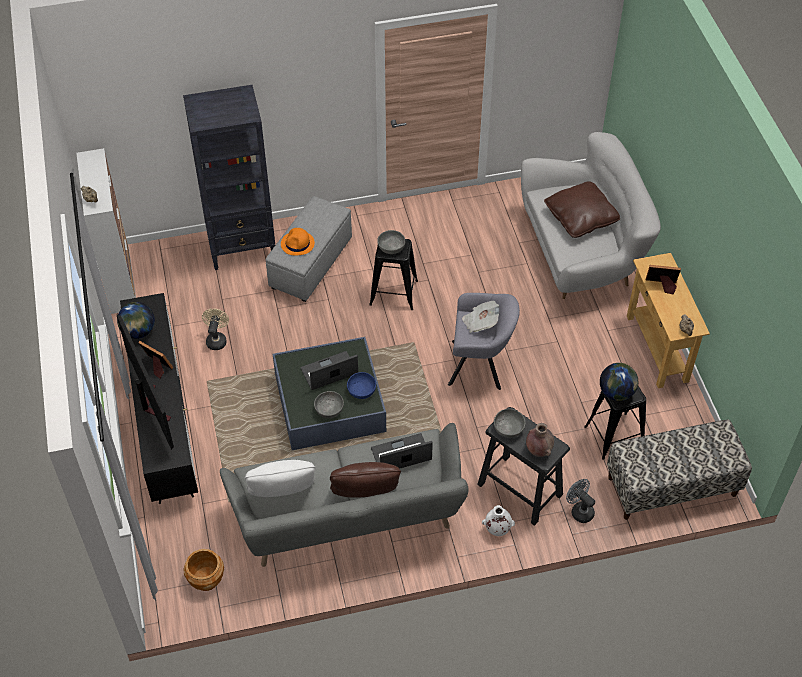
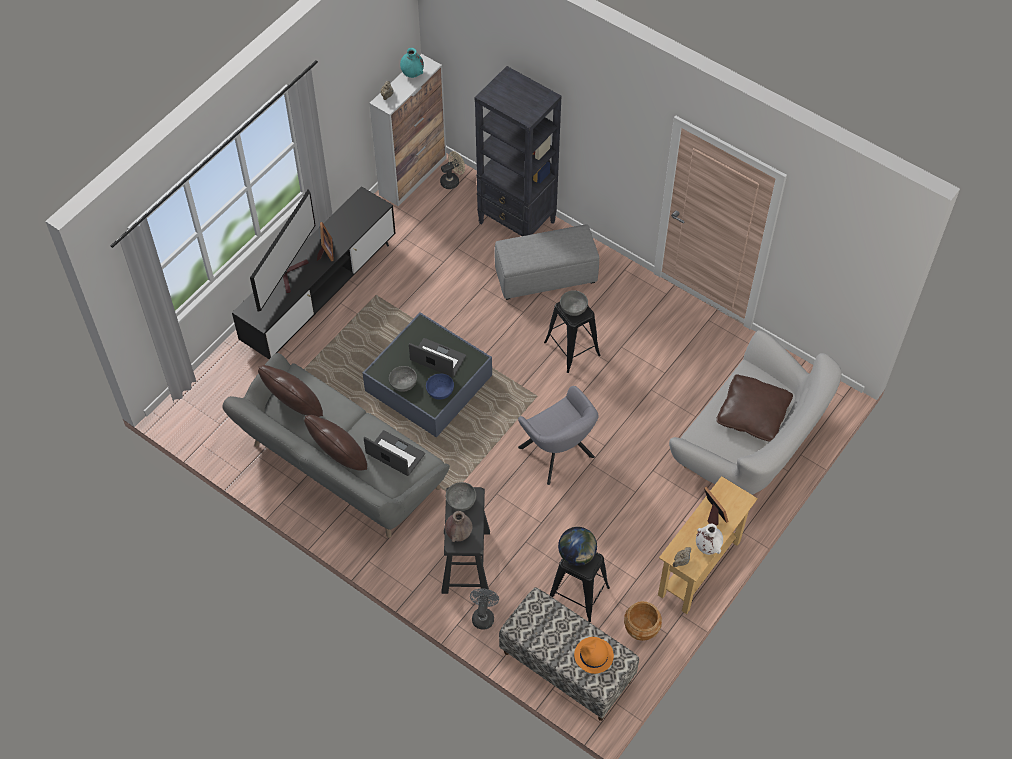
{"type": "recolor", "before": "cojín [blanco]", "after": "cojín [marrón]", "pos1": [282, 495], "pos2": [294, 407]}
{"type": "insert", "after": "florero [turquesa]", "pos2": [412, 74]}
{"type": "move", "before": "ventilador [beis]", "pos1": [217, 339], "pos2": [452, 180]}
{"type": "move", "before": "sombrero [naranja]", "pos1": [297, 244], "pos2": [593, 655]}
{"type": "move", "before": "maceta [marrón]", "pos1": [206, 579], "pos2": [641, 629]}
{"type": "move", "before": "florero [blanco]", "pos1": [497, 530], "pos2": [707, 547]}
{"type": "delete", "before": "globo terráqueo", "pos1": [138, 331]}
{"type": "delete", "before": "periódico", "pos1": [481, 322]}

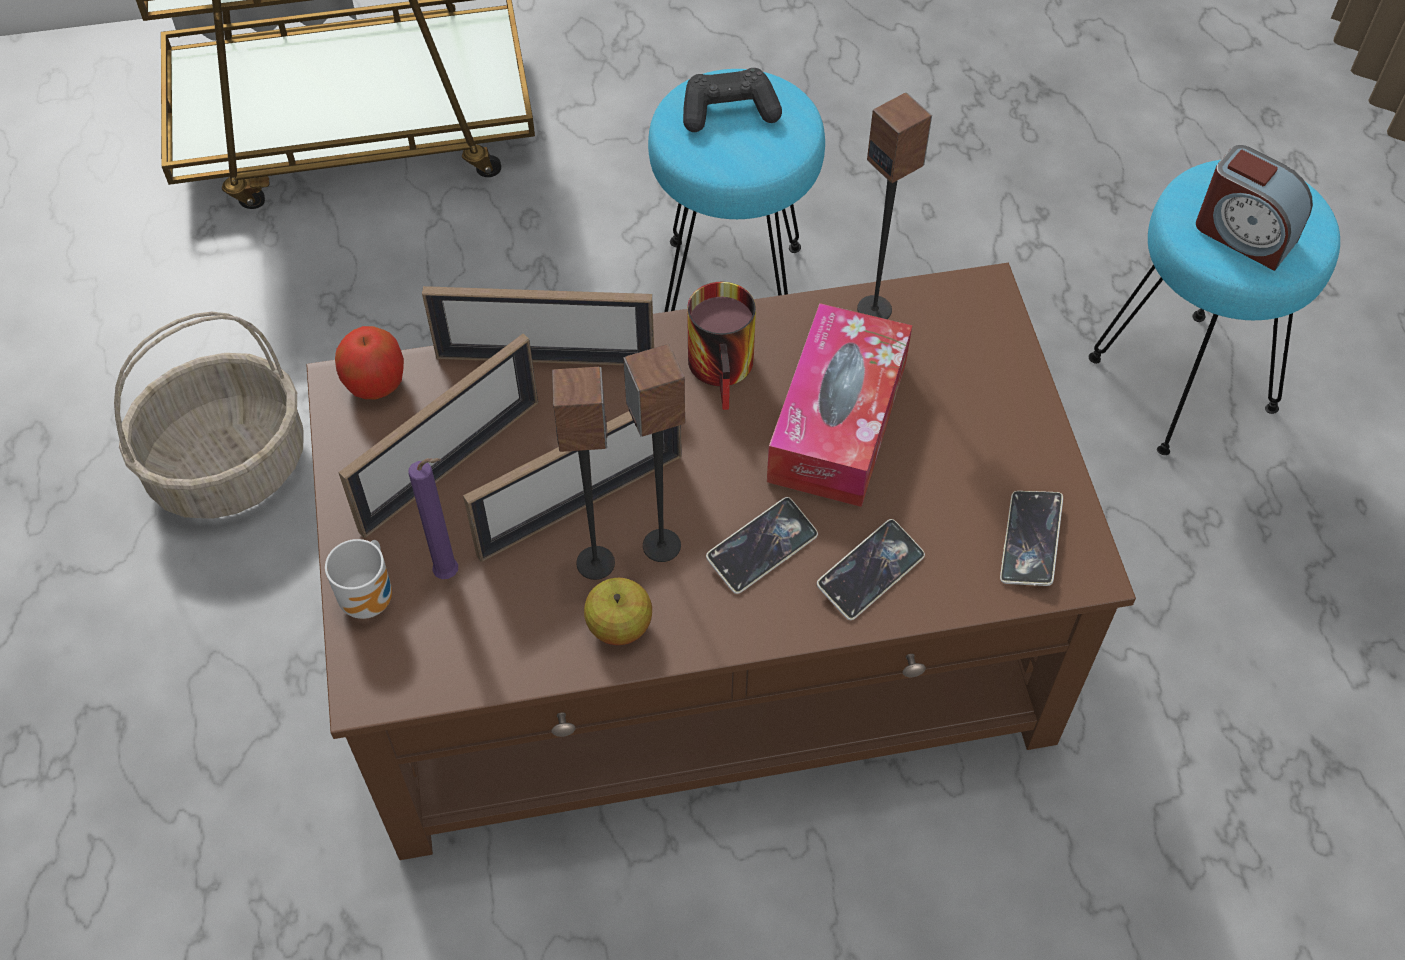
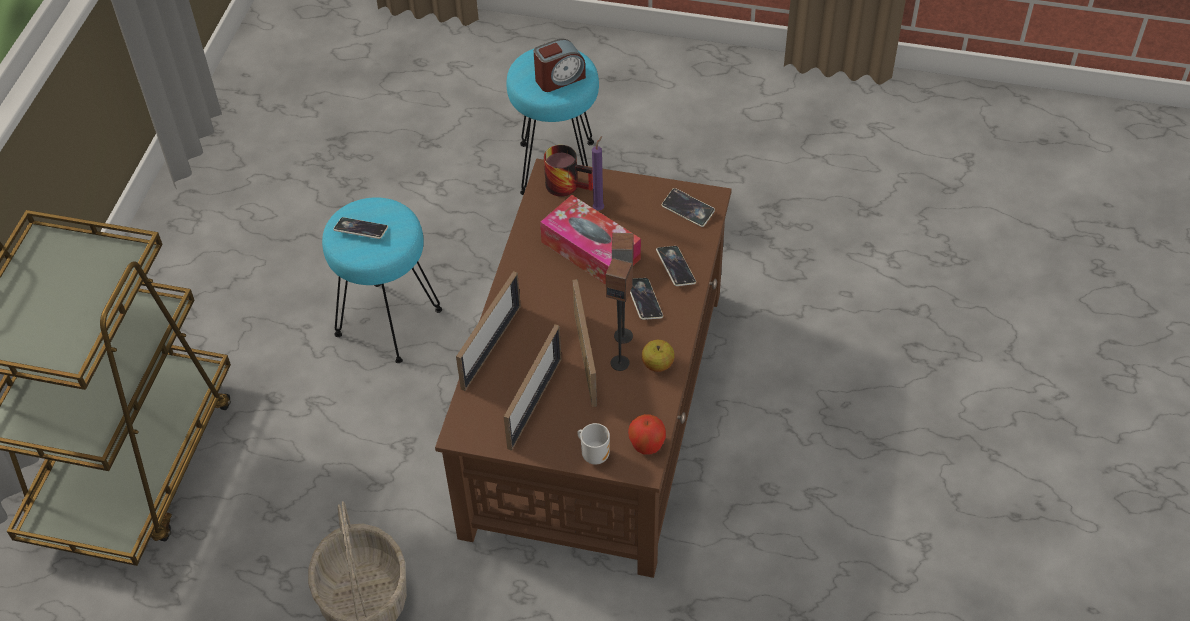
{"type": "replace", "before": "mando de consola [negro]", "after": "móvil", "pos1": [729, 111], "pos2": [361, 230]}
{"type": "rotate", "before": "portarretratos", "pos1": [450, 466], "pos2": [534, 403], "turn": 45}
{"type": "move", "before": "taza grande", "pos1": [728, 369], "pos2": [568, 183]}
{"type": "move", "before": "vela [morado]", "pos1": [451, 574], "pos2": [599, 208]}
{"type": "move", "before": "manzana", "pos1": [376, 384], "pos2": [647, 444]}
{"type": "delete", "before": "altavoz", "pos1": [875, 309]}

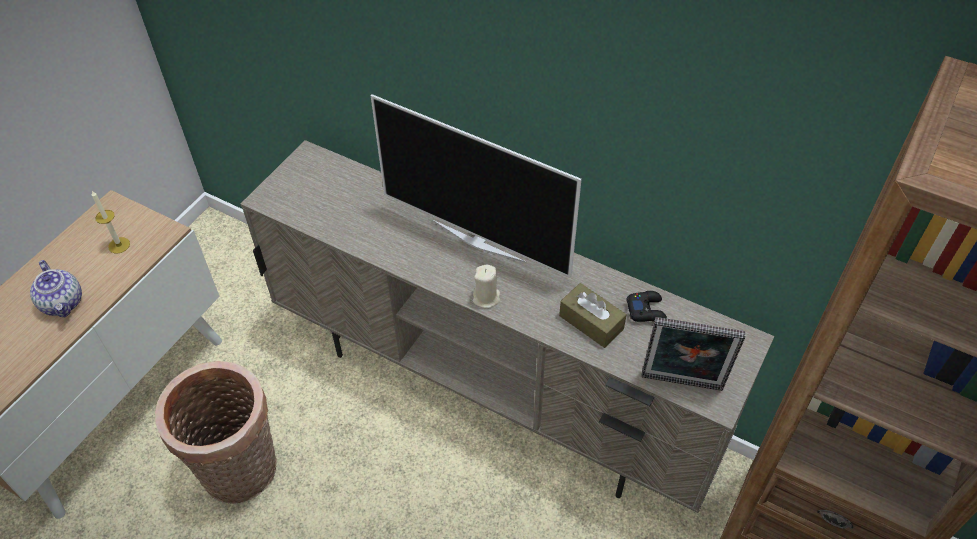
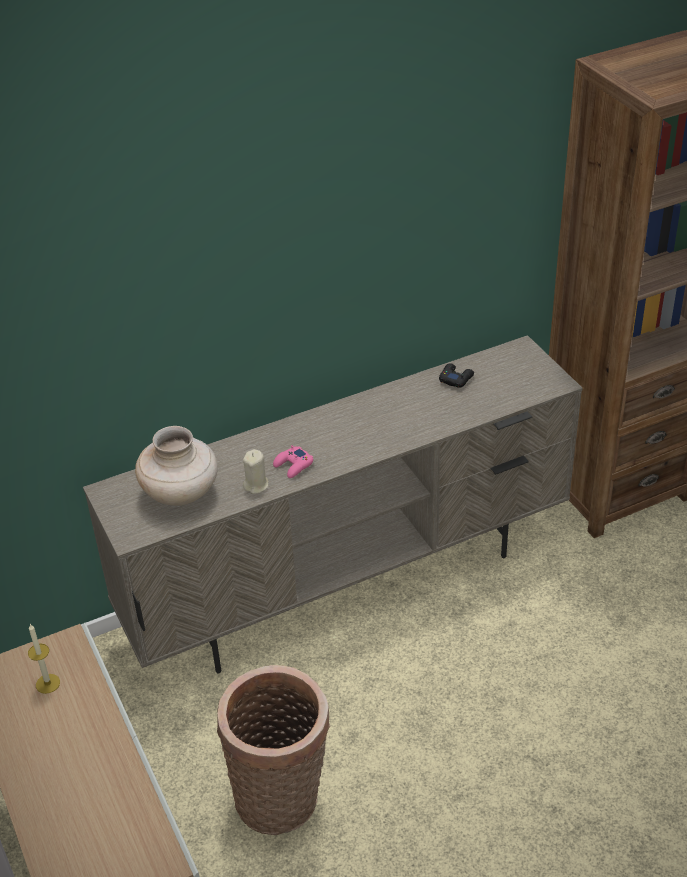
{"type": "insert", "after": "florero [beis]", "pos2": [181, 494]}
{"type": "move", "before": "vela [beis]", "pos1": [486, 298], "pos2": [256, 485]}
{"type": "insert", "after": "mando de consola [rosa]", "pos2": [293, 465]}
{"type": "delete", "before": "tetera", "pos1": [63, 303]}
{"type": "delete", "before": "televisor", "pos1": [479, 240]}
{"type": "delete", "before": "caja de pañuelos [marrón]", "pos1": [591, 322]}
{"type": "delete", "before": "portarretratos", "pos1": [681, 385]}

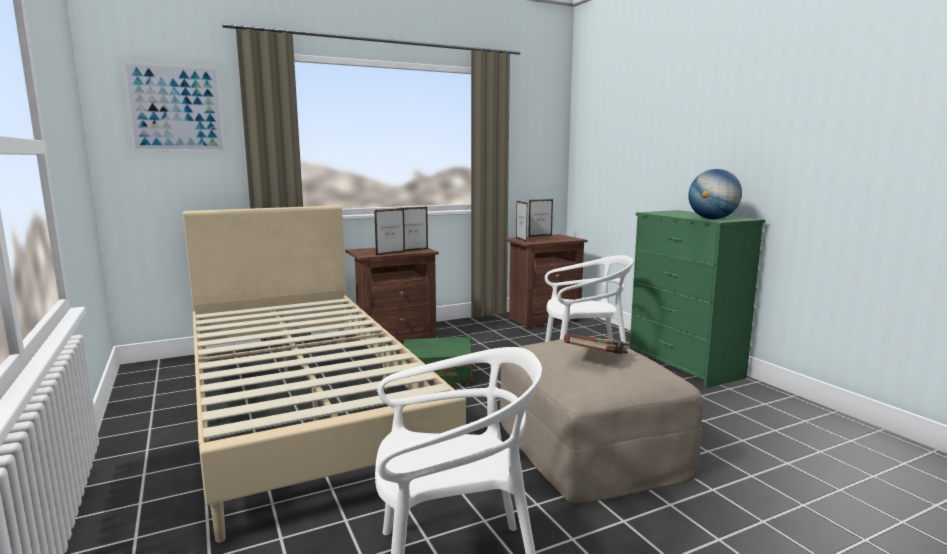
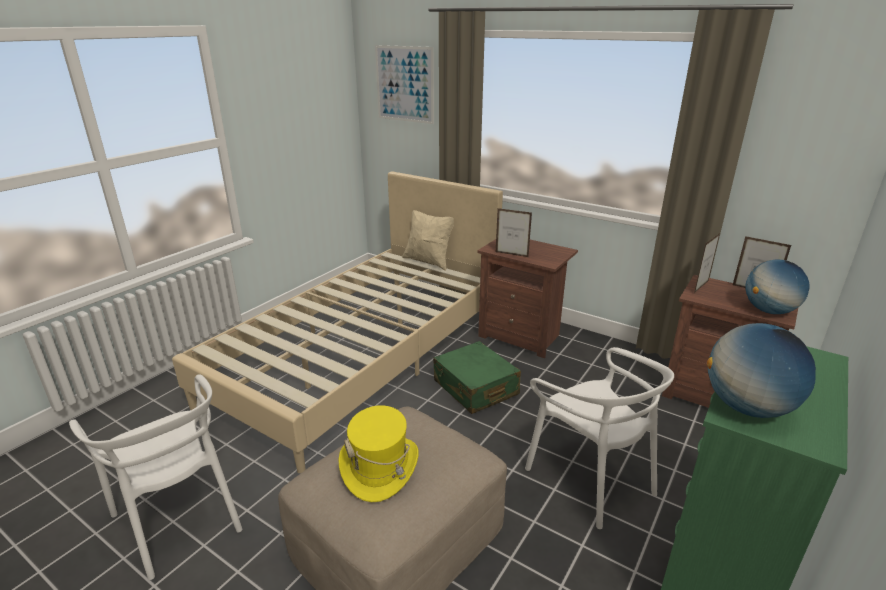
{"type": "replace", "before": "libro [marrón]", "after": "sombrero [amarillo]", "pos1": [598, 358], "pos2": [380, 467]}
{"type": "insert", "after": "cojín [beis]", "pos2": [429, 261]}
{"type": "insert", "after": "globo terráqueo", "pos2": [769, 311]}
{"type": "delete", "before": "portarretratos", "pos1": [413, 250]}

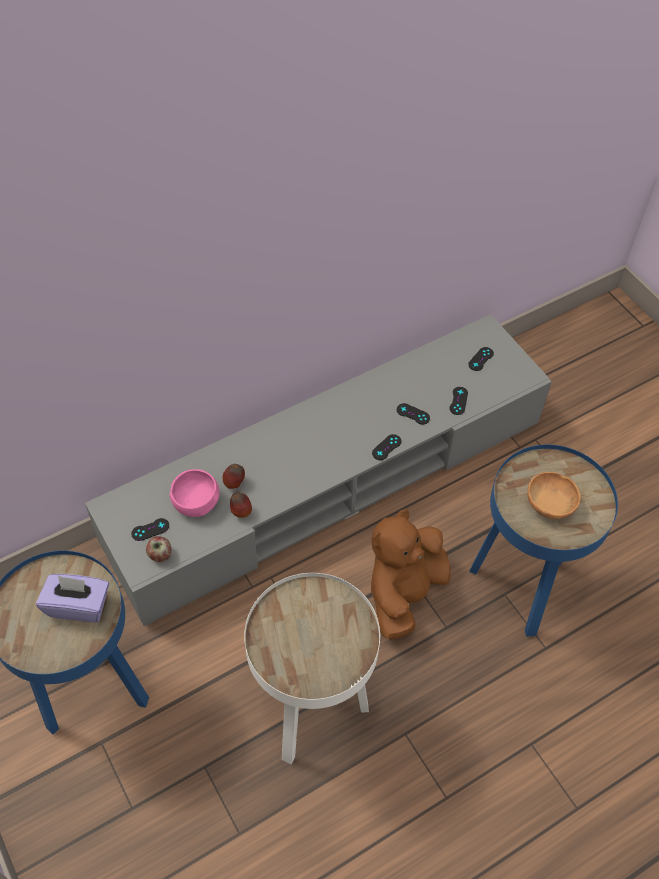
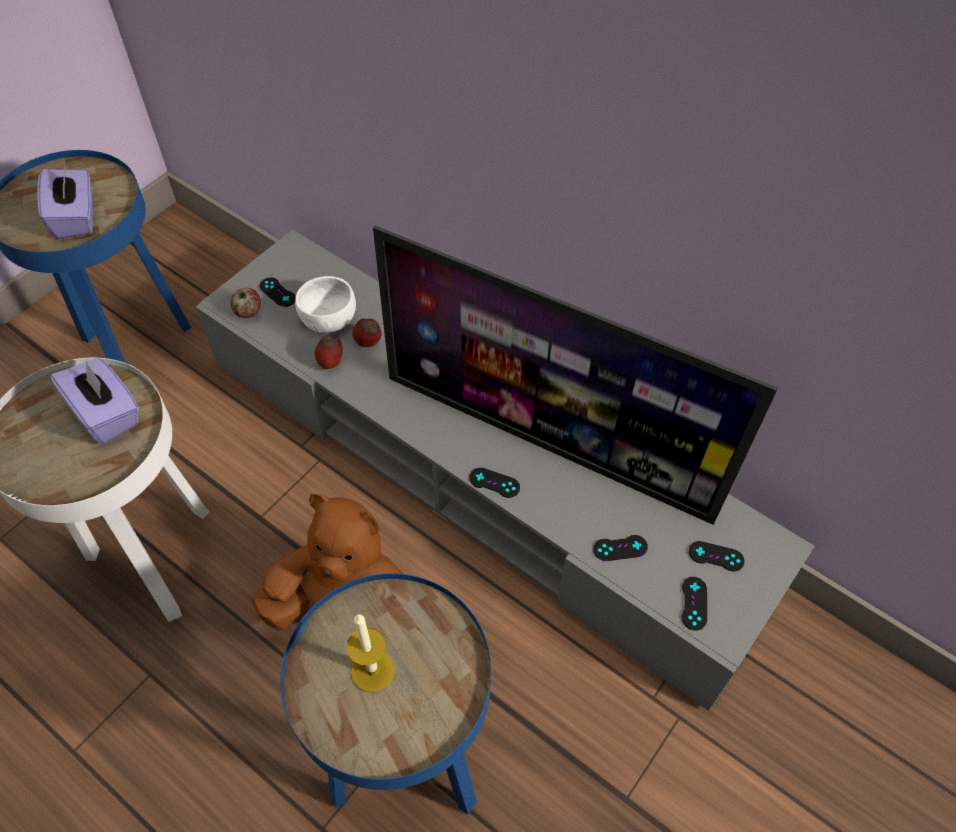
{"type": "insert", "after": "caja de pañuelos [morado]", "pos2": [106, 414]}
{"type": "recolor", "before": "cuenco [rosa]", "after": "cuenco [blanco]", "pos1": [196, 502], "pos2": [329, 318]}
{"type": "replace", "before": "cuenco [marrón]", "after": "vela", "pos1": [550, 504], "pos2": [372, 670]}
{"type": "insert", "after": "televisor", "pos2": [547, 443]}
{"type": "move", "before": "mando de consola [negro]", "pos1": [413, 414], "pos2": [694, 603]}

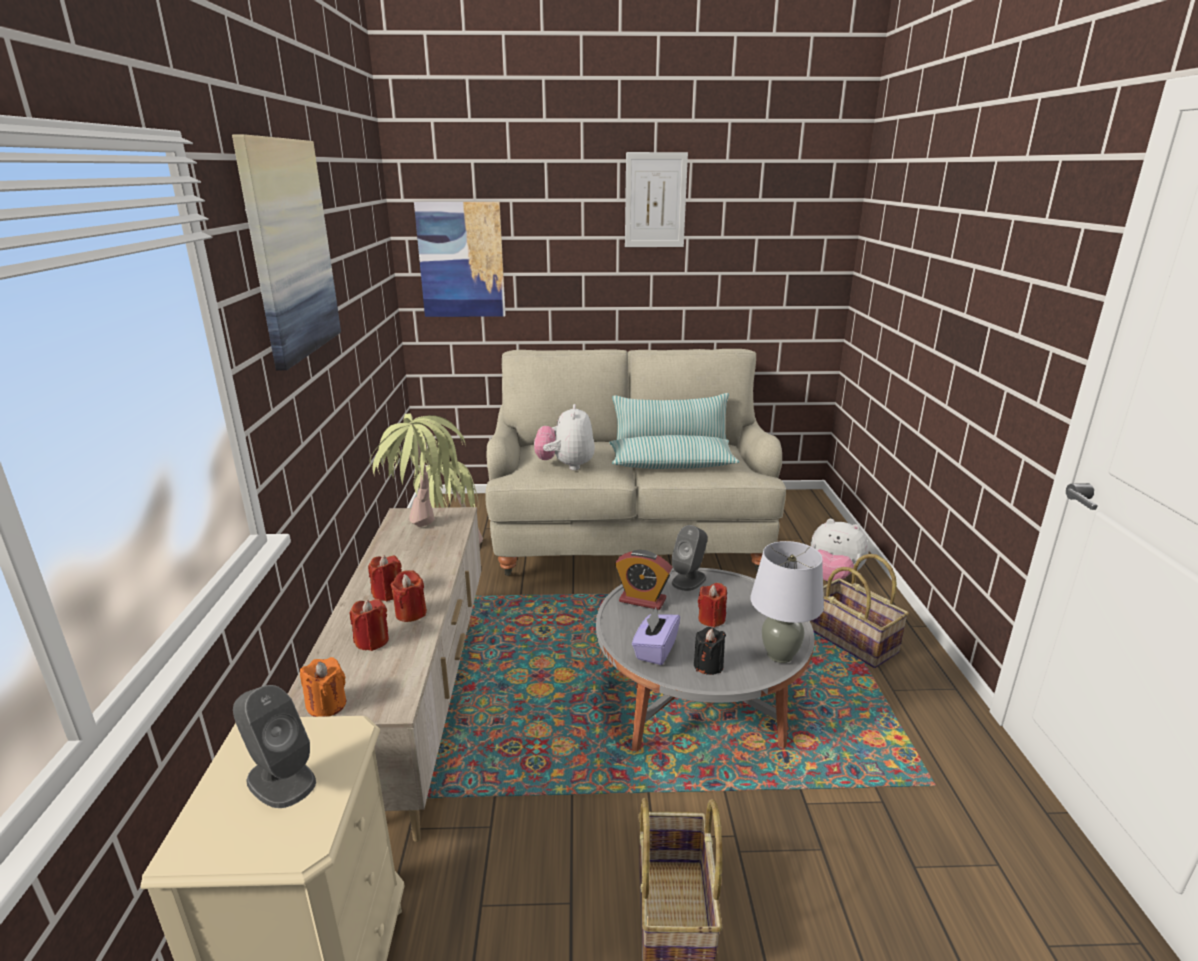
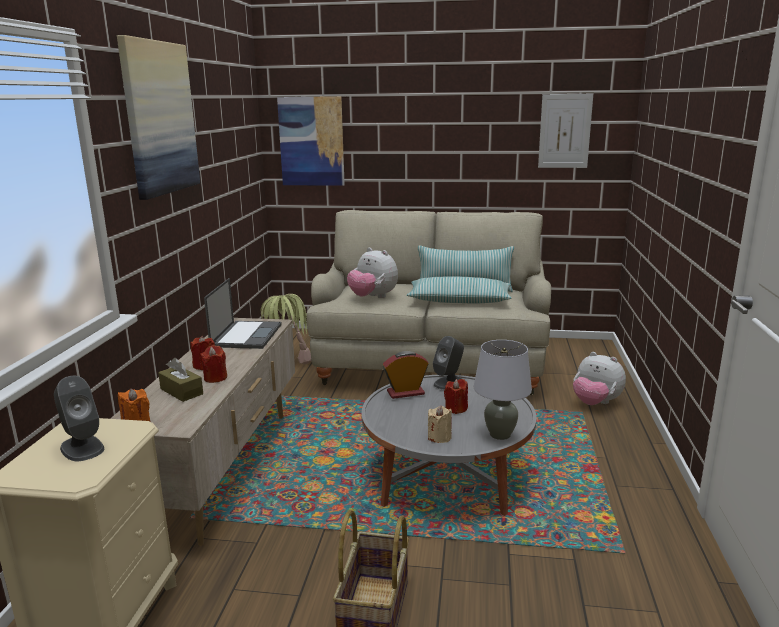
{"type": "replace", "before": "vela [rojo]", "after": "caja de pañuelos [marrón]", "pos1": [372, 641], "pos2": [181, 391]}
{"type": "replace", "before": "planta en maceta", "after": "portátil", "pos1": [426, 536], "pos2": [246, 335]}
{"type": "rotate", "before": "peluche", "pos1": [566, 466], "pos2": [373, 297], "turn": -60}
{"type": "rotate", "before": "despertador", "pos1": [642, 600], "pos2": [405, 393], "turn": 135}
{"type": "recolor", "before": "vela [negro]", "after": "vela [beis]", "pos1": [708, 665], "pos2": [439, 437]}
{"type": "move", "before": "cuadro", "pos1": [655, 200], "pos2": [565, 131]}
{"type": "delete", "before": "caja de pañuelos [morado]", "pos1": [655, 650]}
{"type": "delete", "before": "cesta", "pos1": [854, 641]}

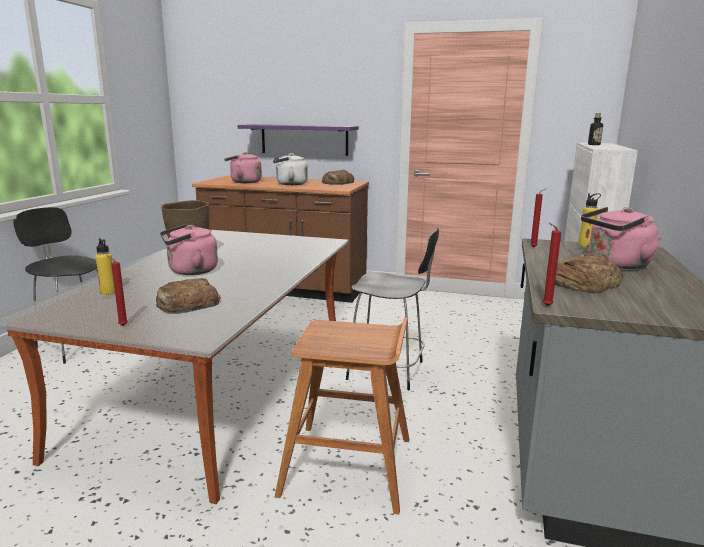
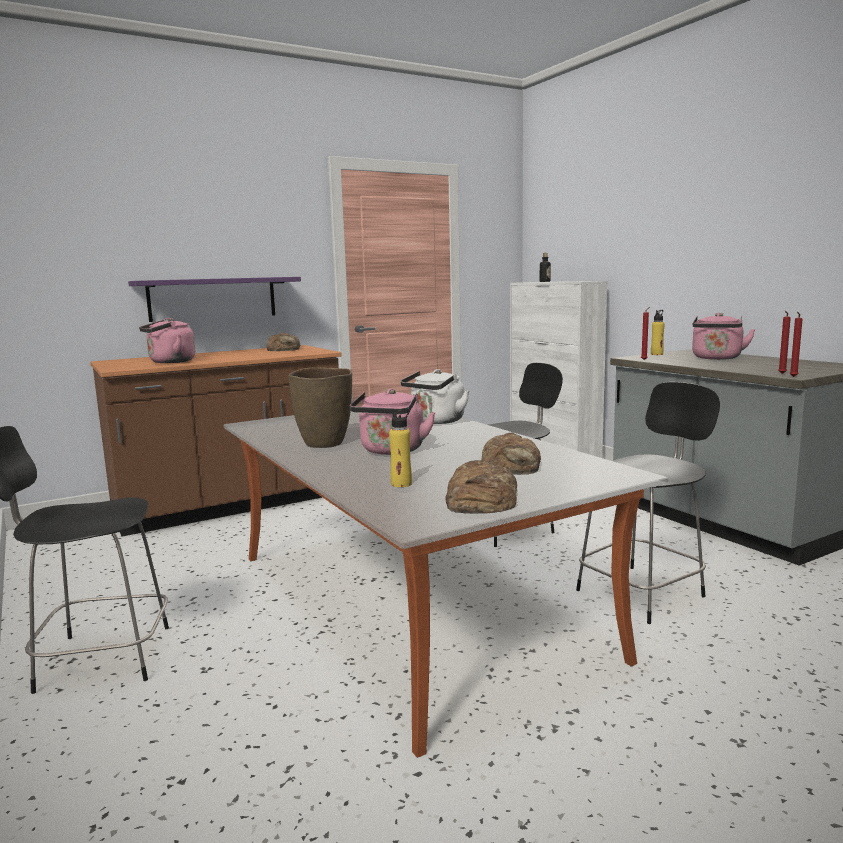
{"type": "move", "before": "hervidor [blanco]", "pos1": [289, 184], "pos2": [436, 421]}
{"type": "move", "before": "pan", "pos1": [583, 282], "pos2": [480, 499]}
{"type": "replace", "before": "taburete [marrón]", "after": "silla [negro]", "pos1": [349, 466], "pos2": [643, 592]}
{"type": "move", "before": "vela [rojo]", "pos1": [121, 325], "pos2": [781, 374]}

